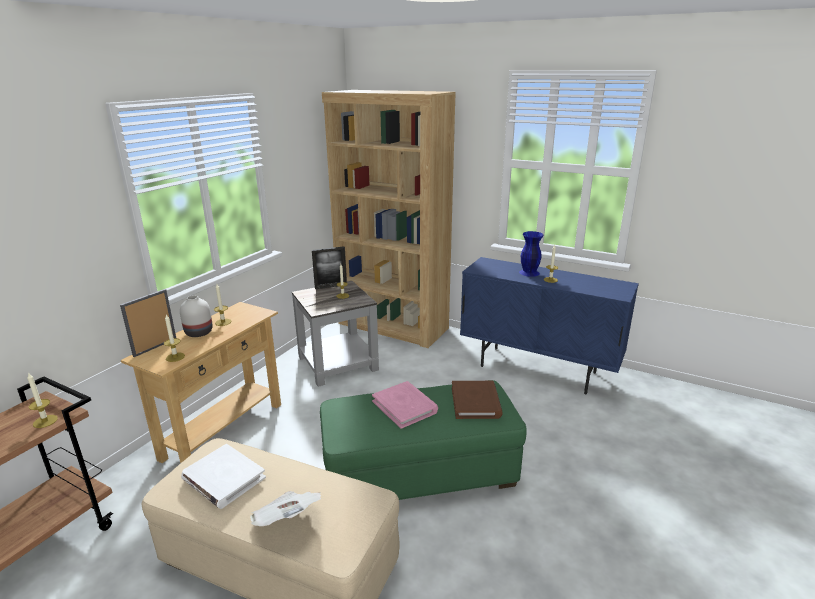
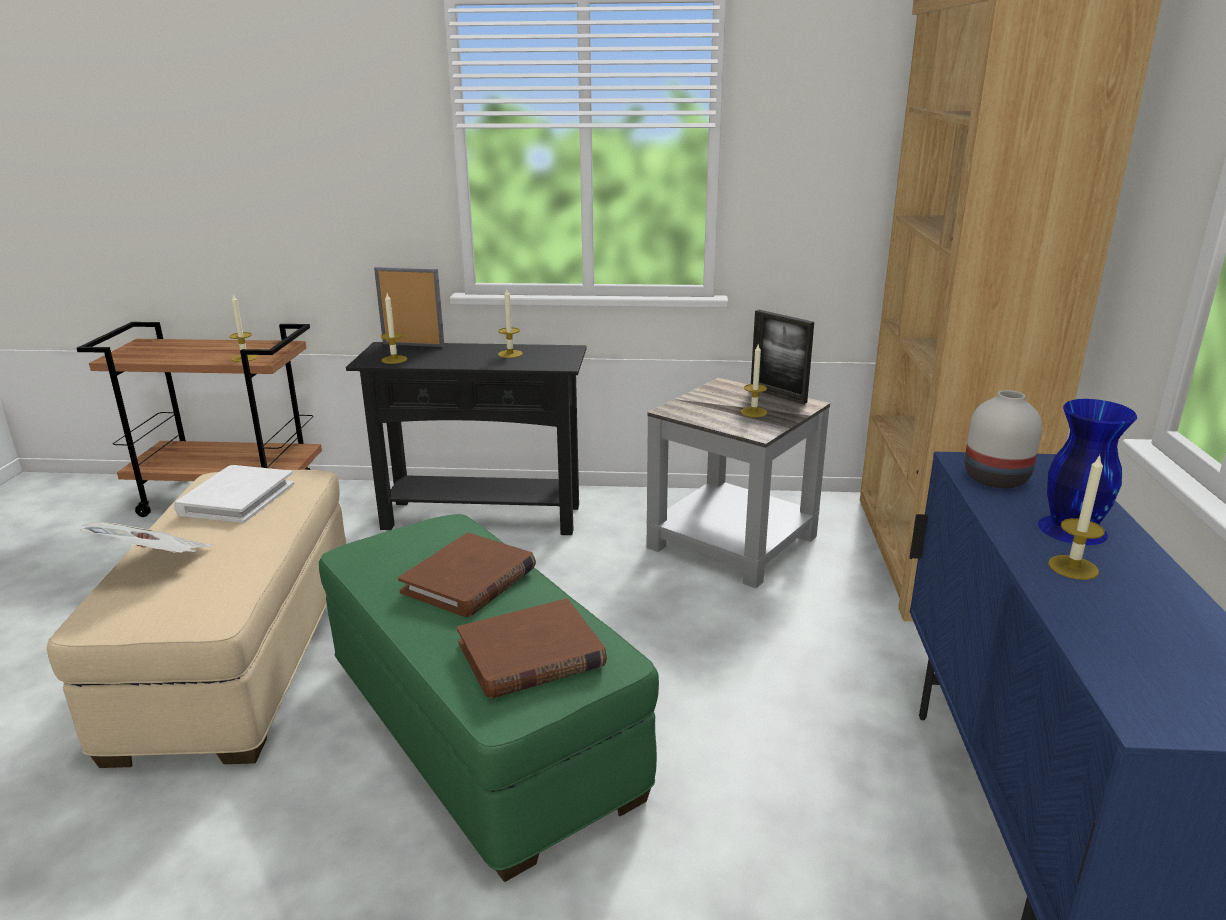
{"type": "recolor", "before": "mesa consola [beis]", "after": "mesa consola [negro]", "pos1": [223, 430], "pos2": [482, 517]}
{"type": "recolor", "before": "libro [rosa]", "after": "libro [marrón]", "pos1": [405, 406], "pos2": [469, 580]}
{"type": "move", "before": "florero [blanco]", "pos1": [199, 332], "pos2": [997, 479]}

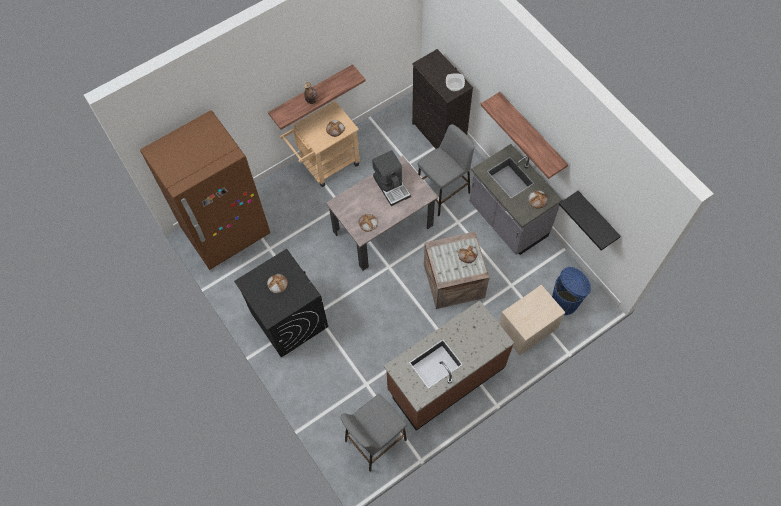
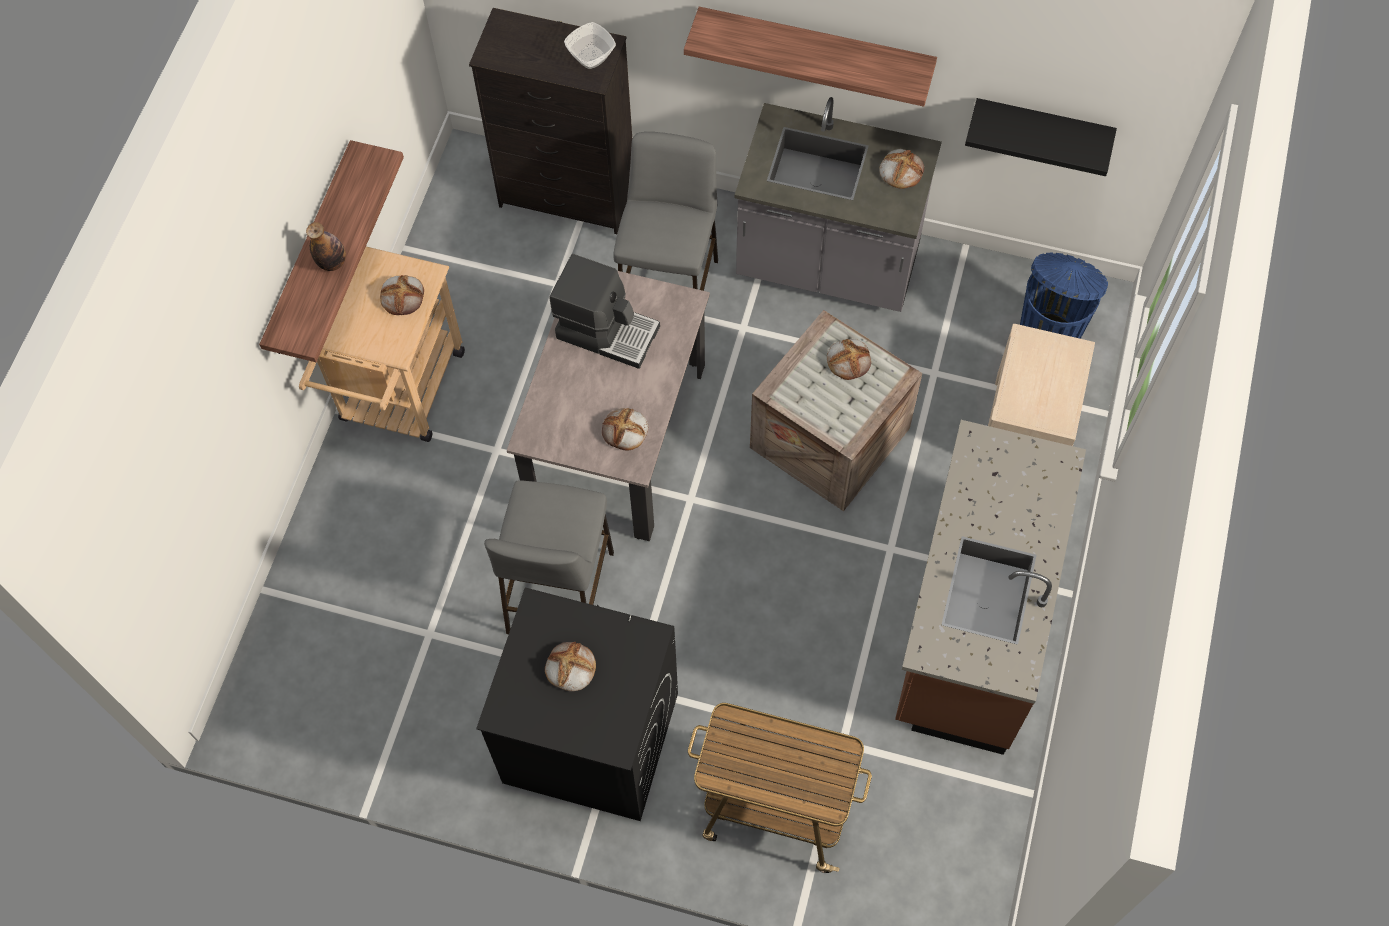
{"type": "move", "before": "taburete [gris]", "pos1": [375, 441], "pos2": [560, 593]}
{"type": "insert", "after": "carrito", "pos2": [775, 804]}
{"type": "delete", "before": "nevera [marrón]", "pos1": [226, 232]}

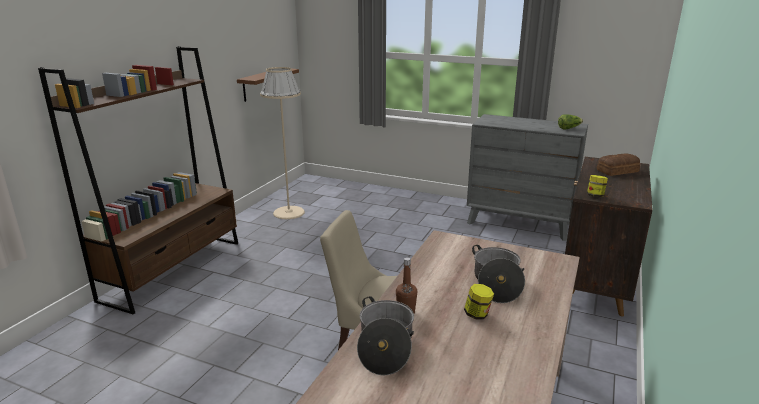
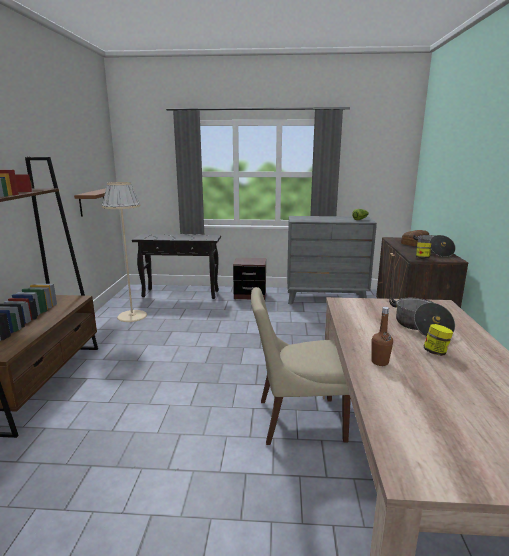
{"type": "insert", "after": "mesa consola [negro]", "pos2": [181, 294]}
{"type": "insert", "after": "mesita de noche [marrón]", "pos2": [250, 295]}
{"type": "move", "before": "olla", "pos1": [385, 347], "pos2": [433, 252]}

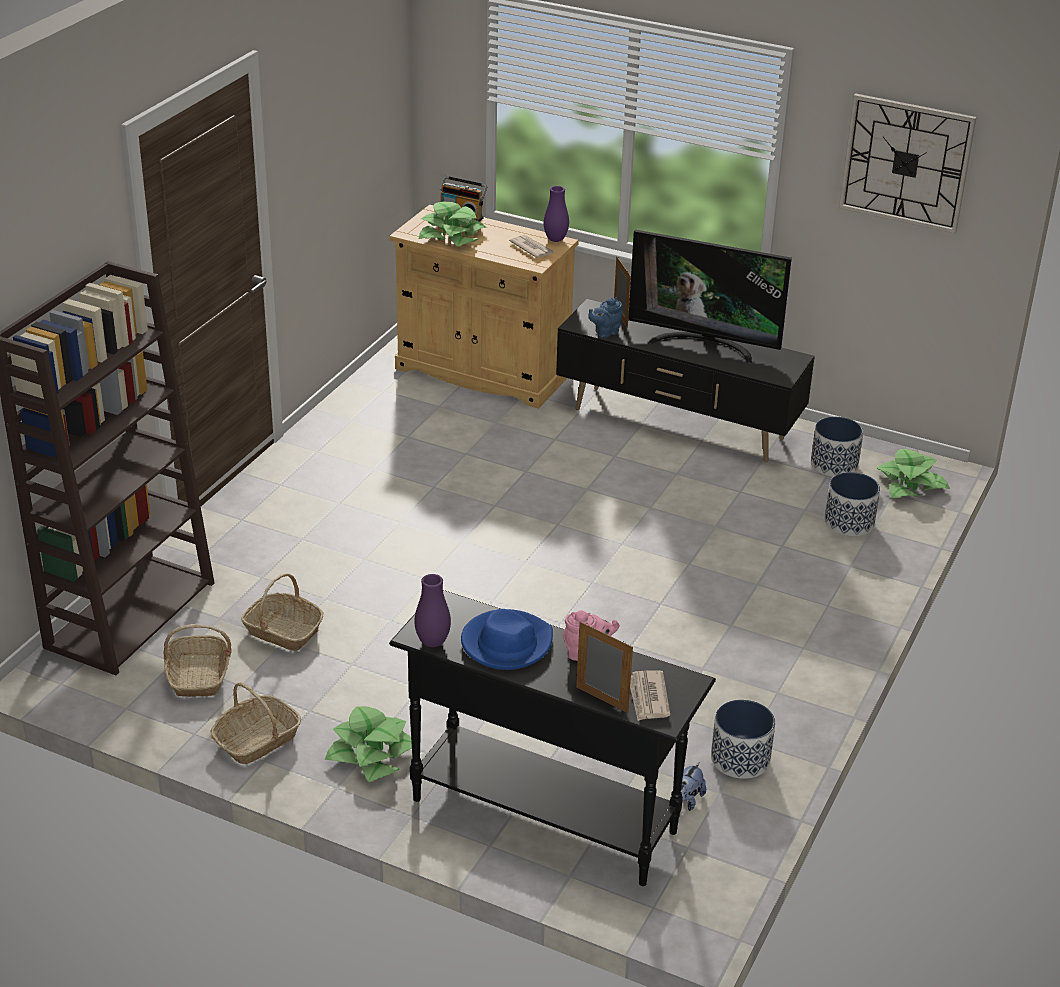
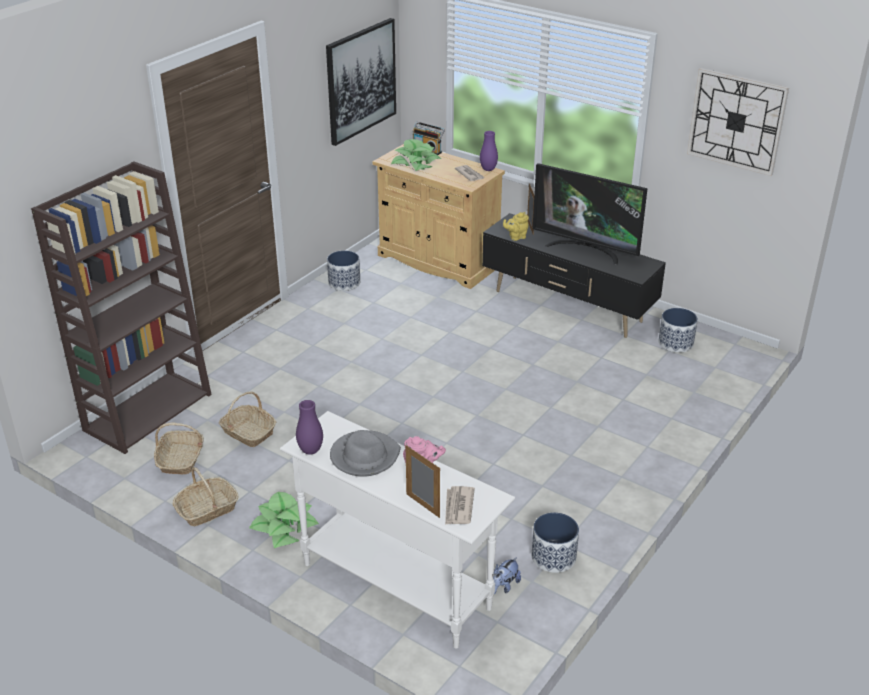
{"type": "recolor", "before": "mesa consola [negro]", "after": "mesa consola [blanco]", "pos1": [543, 815], "pos2": [395, 585]}
{"type": "insert", "after": "cuadro", "pos2": [361, 81]}
{"type": "move", "before": "maceta", "pos1": [849, 522], "pos2": [344, 283]}
{"type": "recolor", "before": "sombrero [azul]", "after": "sombrero [gris]", "pos1": [506, 643], "pos2": [364, 456]}
{"type": "recolor", "before": "tetera [azul]", "after": "tetera [amarillo]", "pos1": [605, 332], "pos2": [516, 237]}
{"type": "delete", "before": "planta en maceta", "pos1": [910, 484]}

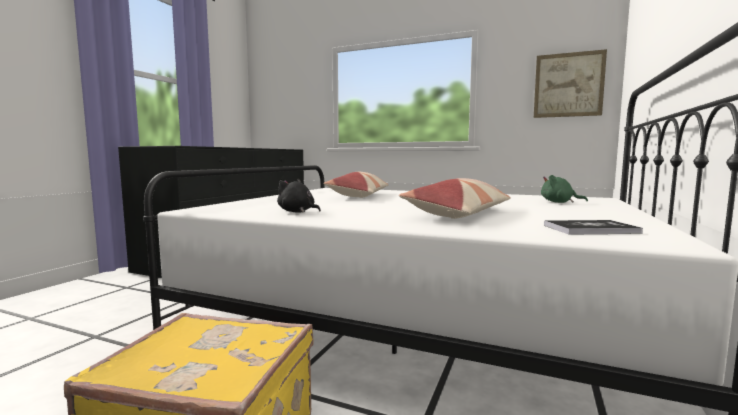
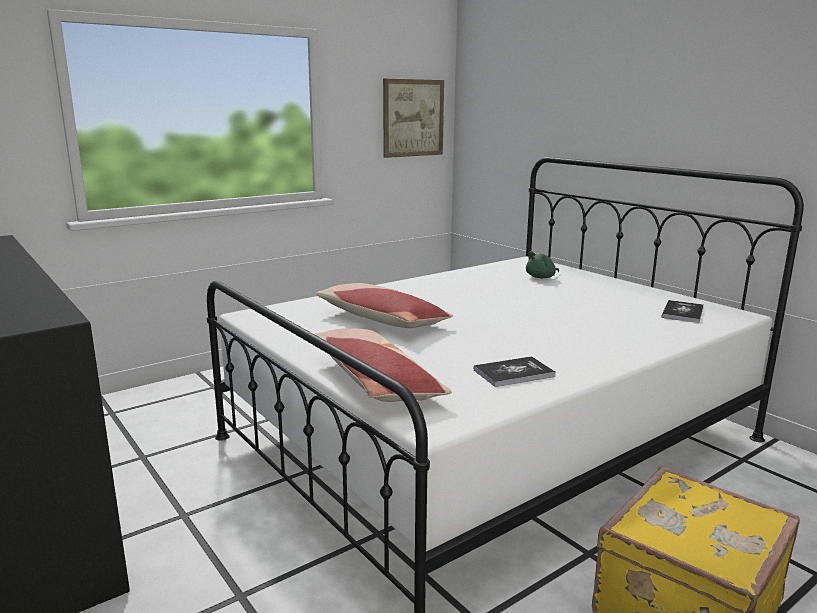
{"type": "move", "before": "cojín", "pos1": [460, 213], "pos2": [375, 381]}
{"type": "replace", "before": "peluche [negro]", "after": "libro", "pos1": [297, 212], "pos2": [513, 373]}

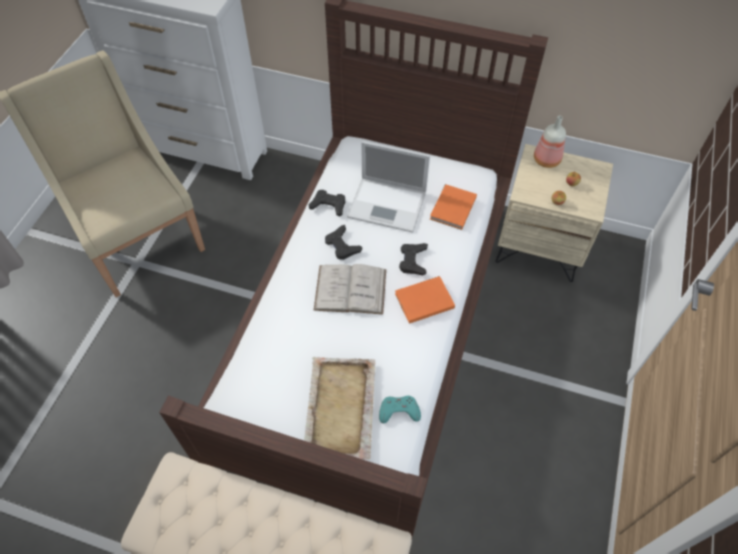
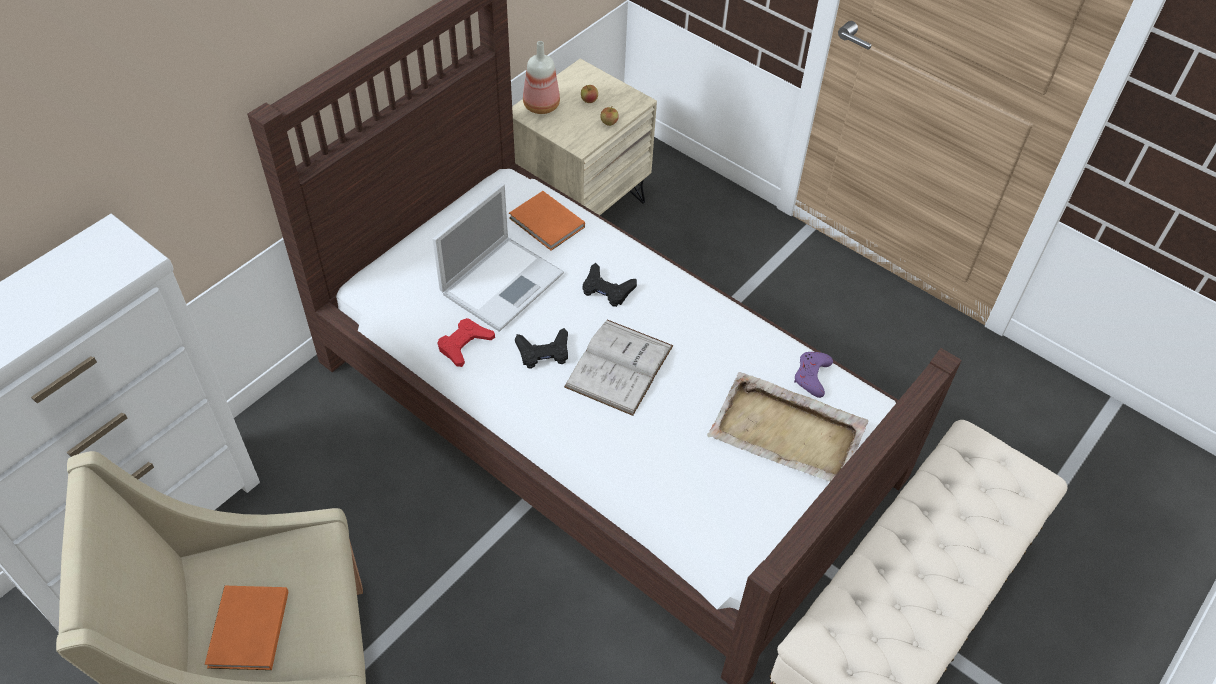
{"type": "move", "before": "libro [naranja]", "pos1": [422, 300], "pos2": [247, 631]}
{"type": "recolor", "before": "mando de consola [negro]", "after": "mando de consola [rojo]", "pos1": [328, 205], "pos2": [464, 345]}
{"type": "recolor", "before": "mando de consola [turquesa]", "after": "mando de consola [morado]", "pos1": [399, 411], "pos2": [812, 376]}

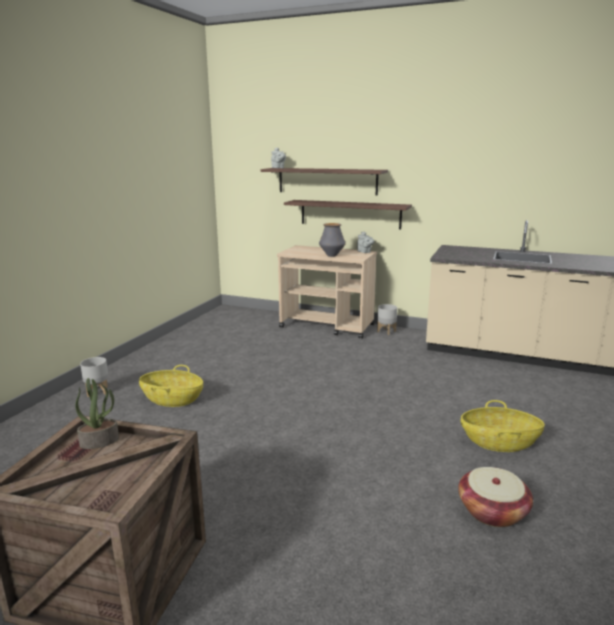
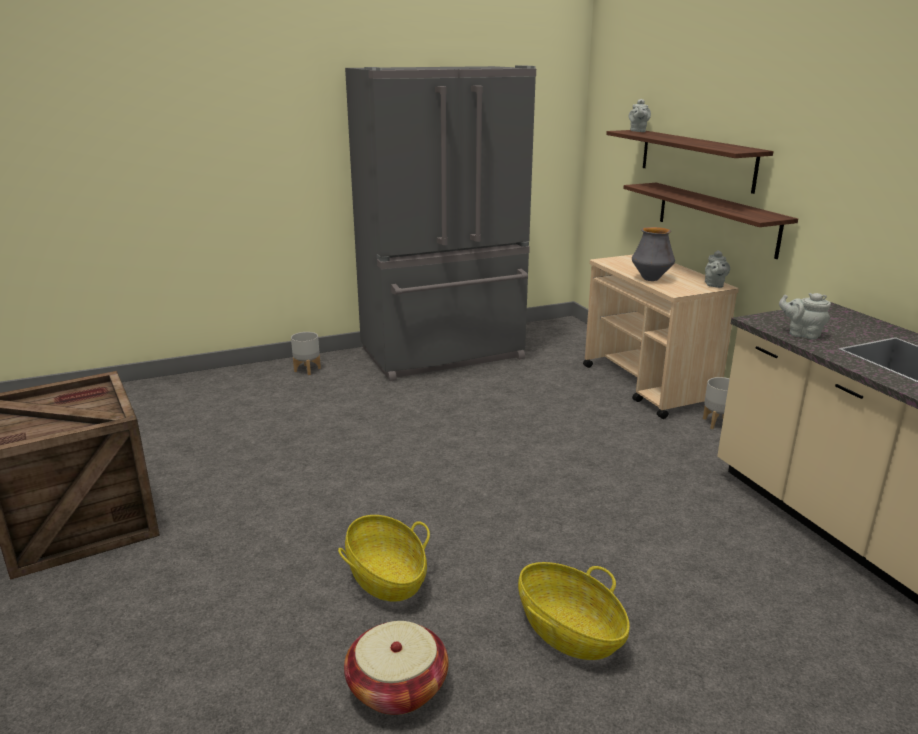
{"type": "move", "before": "cesta", "pos1": [172, 399], "pos2": [386, 577]}
{"type": "insert", "after": "nevera [gris]", "pos2": [444, 355]}
{"type": "insert", "after": "tetera [gris]", "pos2": [802, 334]}
{"type": "delete", "before": "planta en maceta", "pos1": [100, 441]}

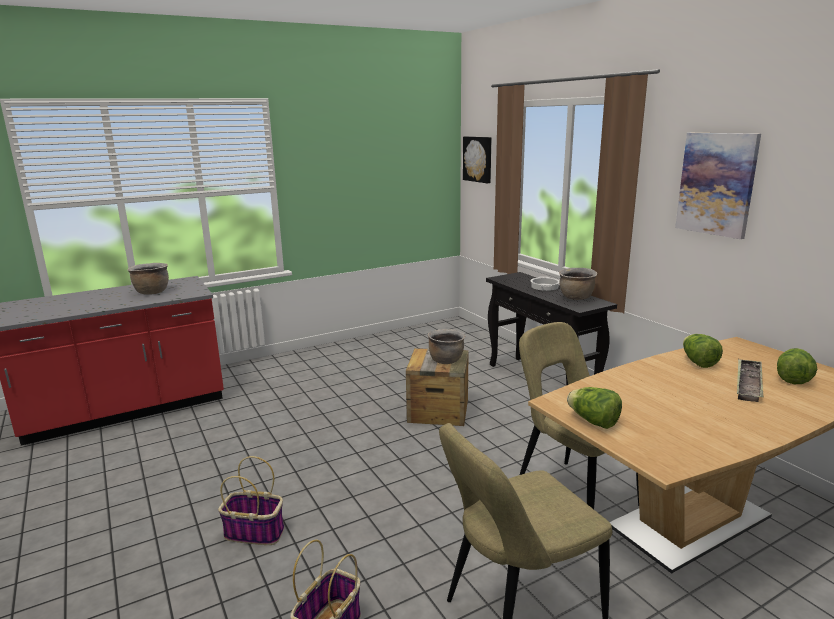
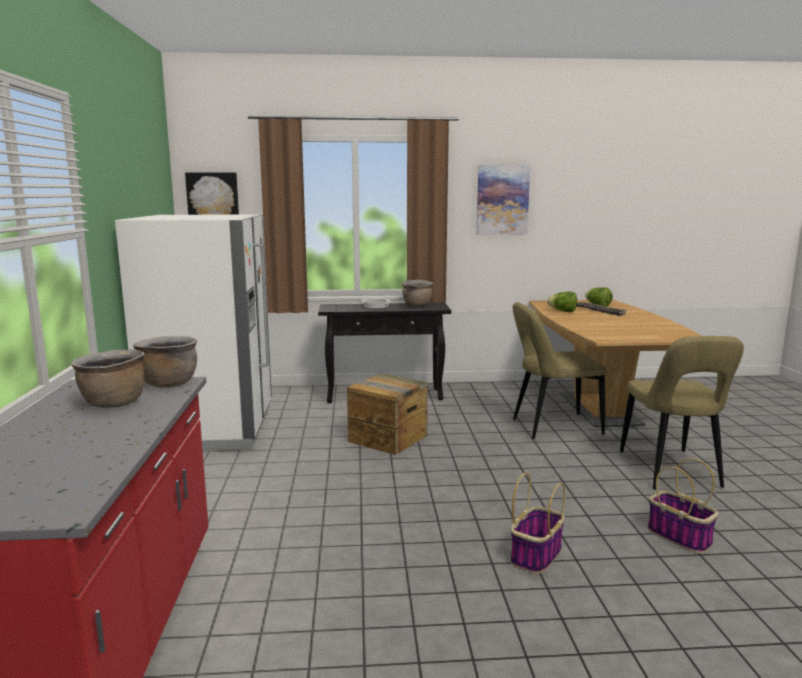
{"type": "insert", "after": "nevera [blanco]", "pos2": [212, 428]}
{"type": "move", "before": "olla [marrón]", "pos1": [446, 360], "pos2": [169, 383]}
{"type": "delete", "before": "lechuga", "pos1": [593, 422]}

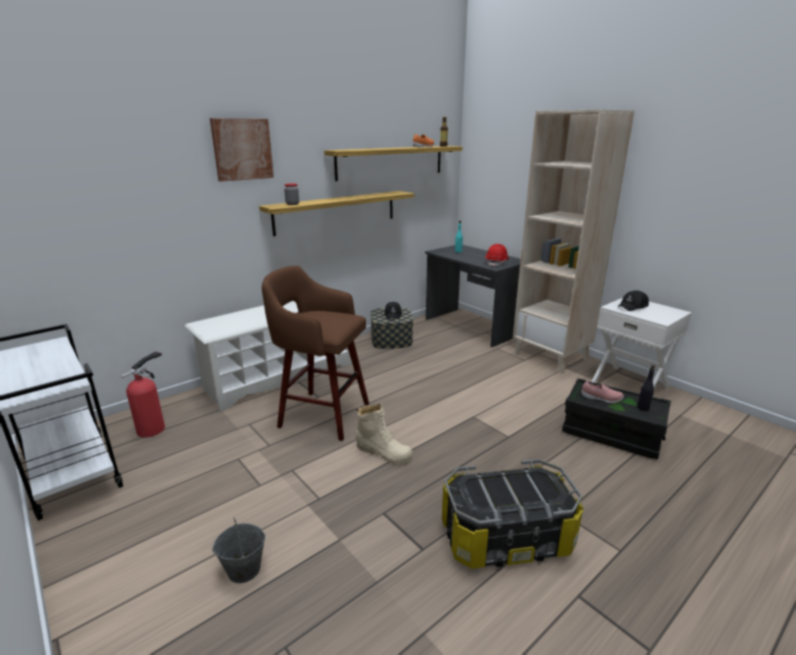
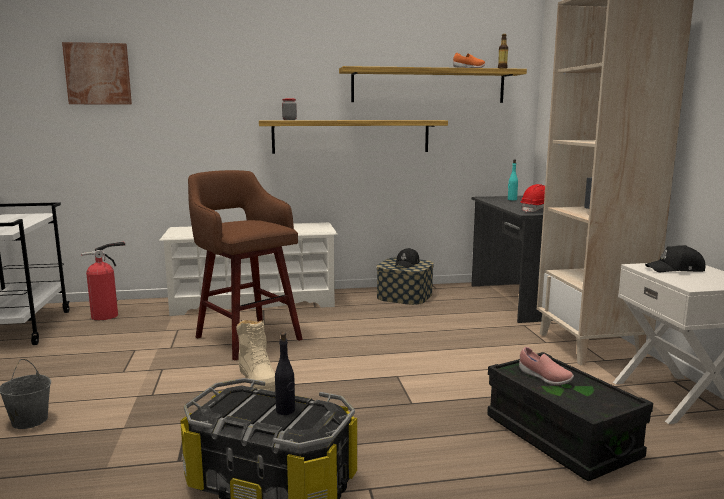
{"type": "move", "before": "cuadro", "pos1": [242, 149], "pos2": [98, 74]}
{"type": "move", "before": "botella [negro]", "pos1": [643, 408], "pos2": [285, 410]}

